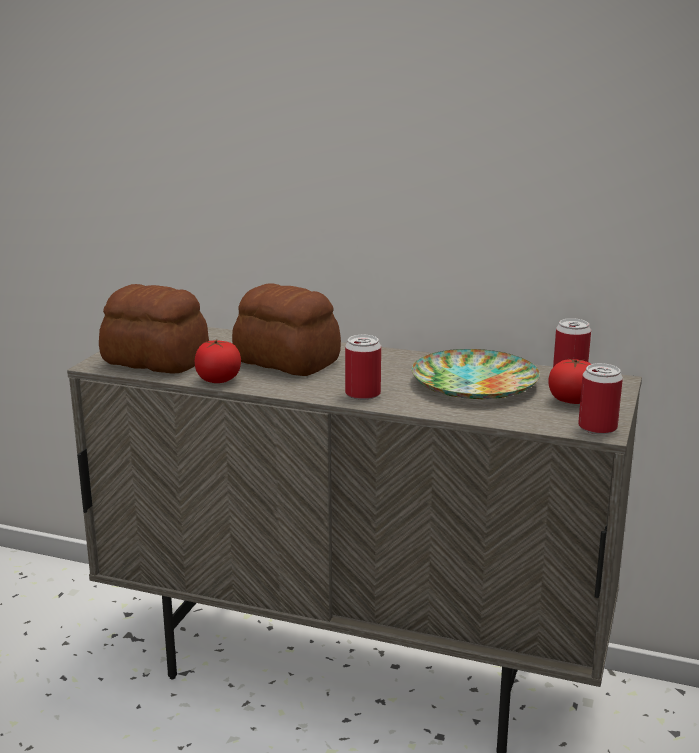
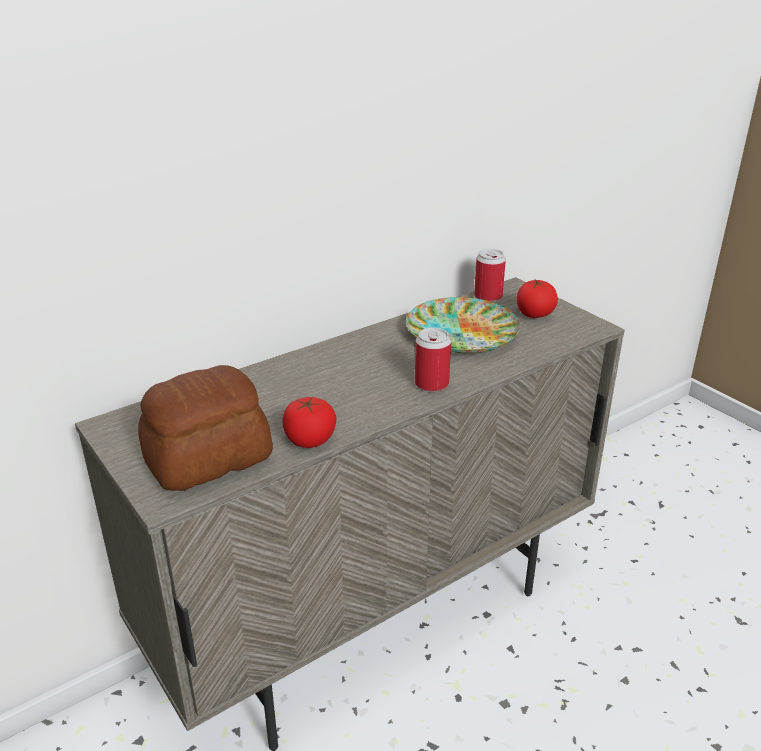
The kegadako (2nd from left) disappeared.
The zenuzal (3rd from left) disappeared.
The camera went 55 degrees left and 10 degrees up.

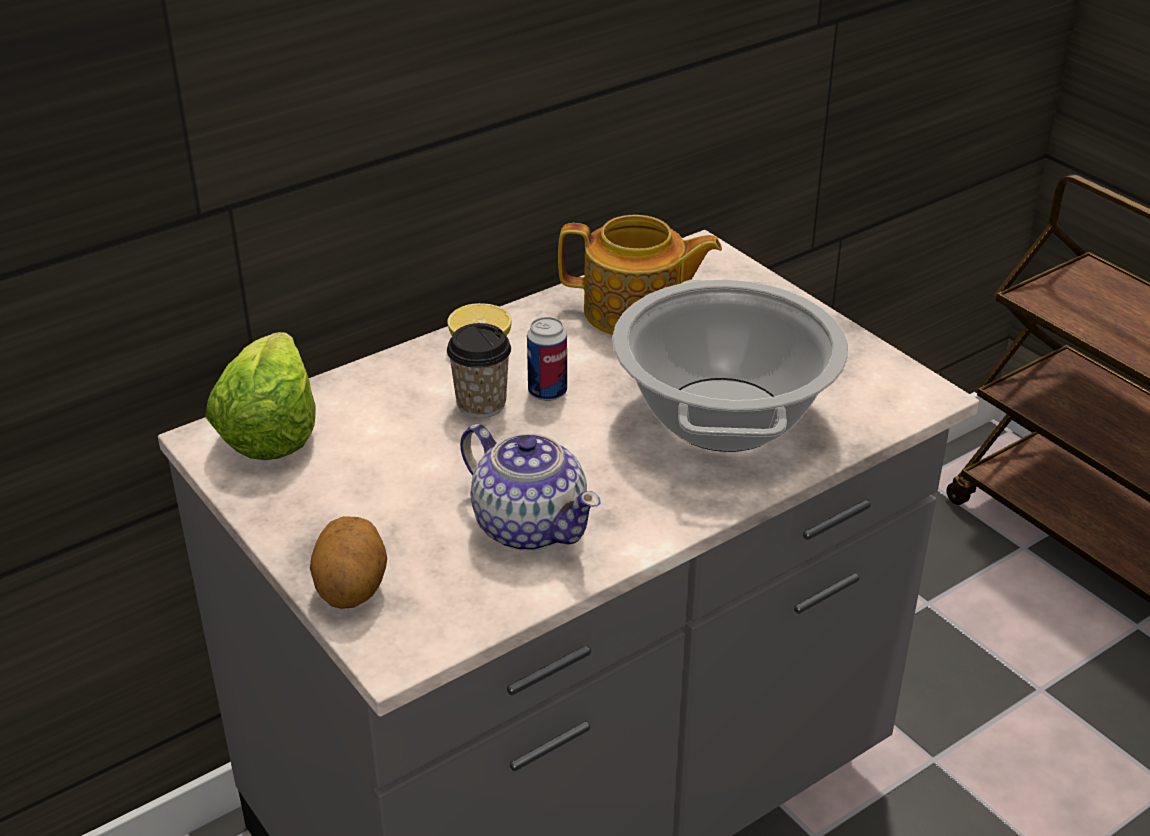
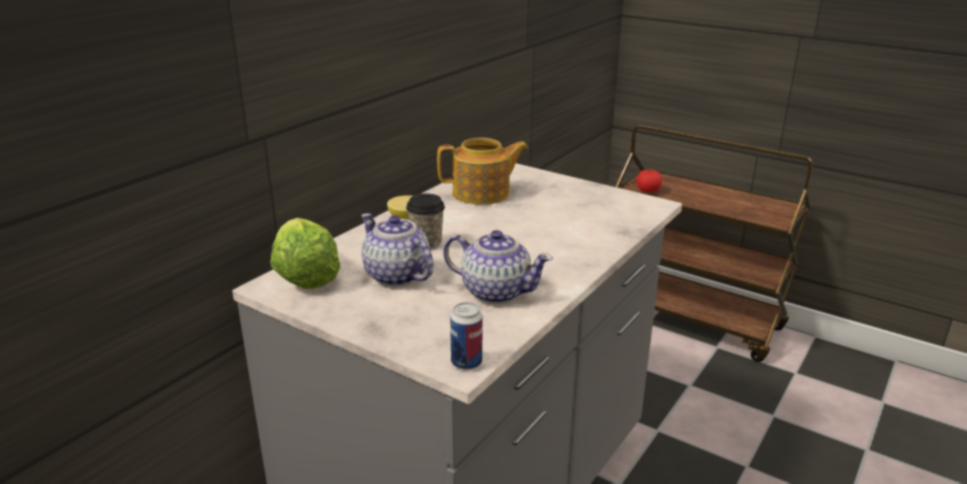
The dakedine (1st from left) appeared.
The zenuzal moved.
The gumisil appeared.
The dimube disappeared.
The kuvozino disappeared.
The camera went 20 degrees left and 10 degrees down.

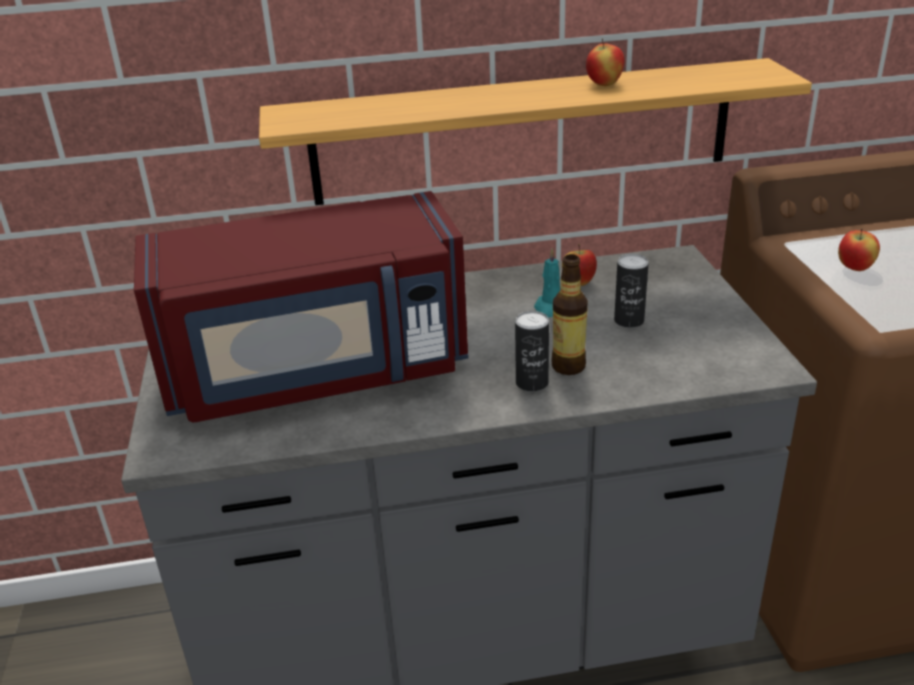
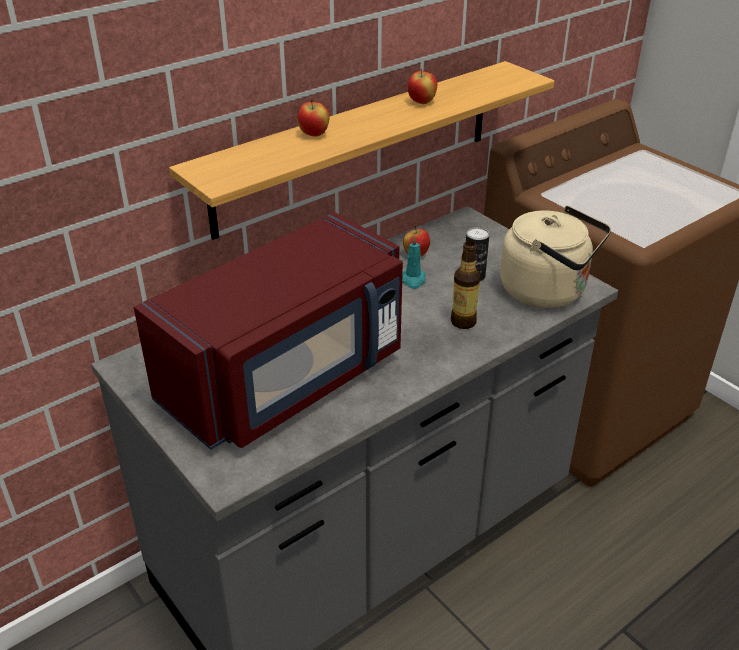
The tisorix (3rd from left in the first image) moved.
The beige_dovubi appeared.
The zenuzal (1st from left) disappeared.
The camera went 30 degrees left and 5 degrees up.

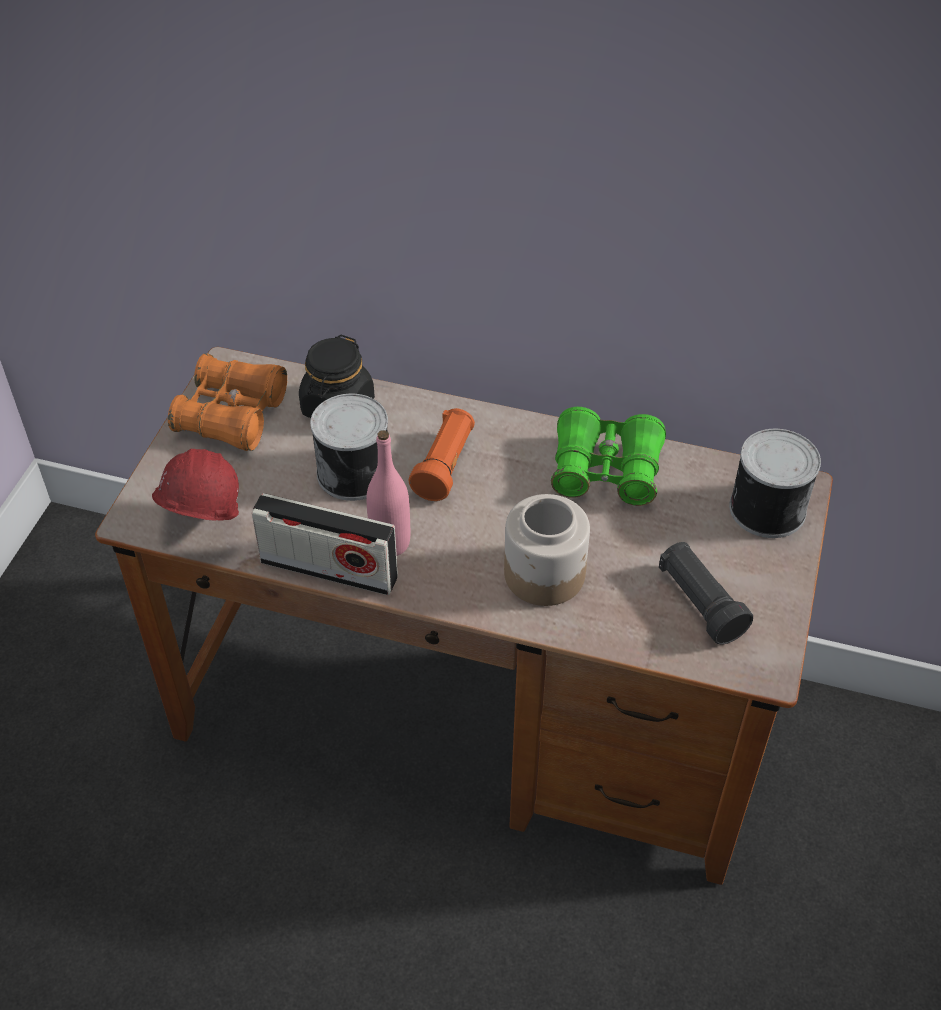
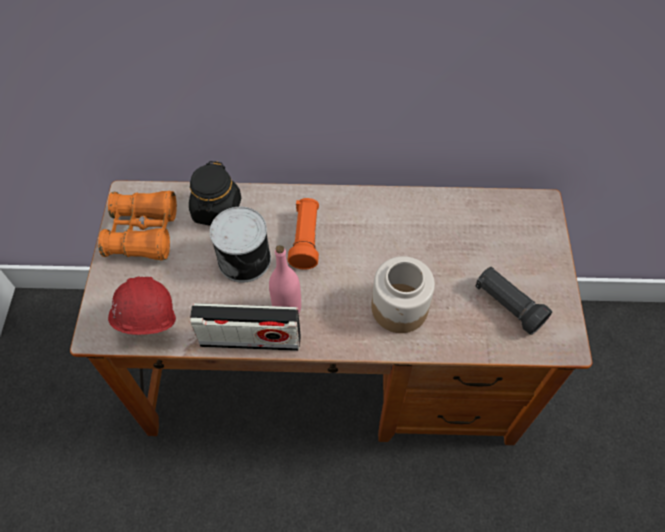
The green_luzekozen disappeared.
The zenuzal (2nd from left) disappeared.
The camera went 15 degrees left and 10 degrees up.

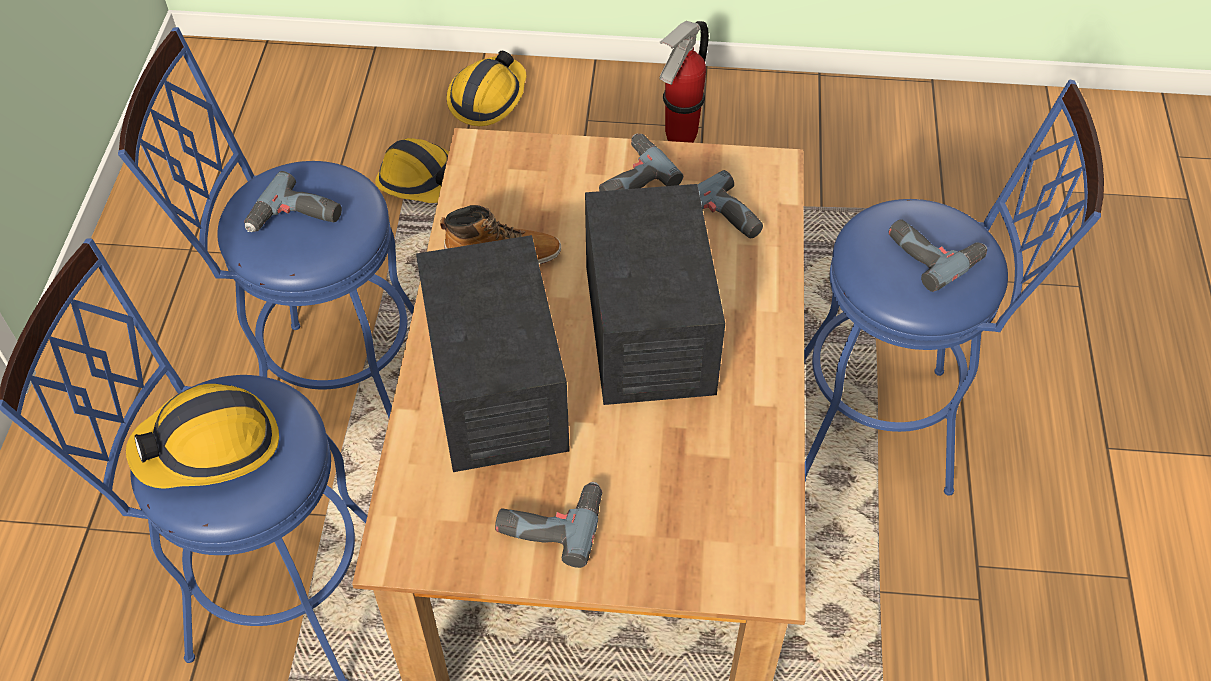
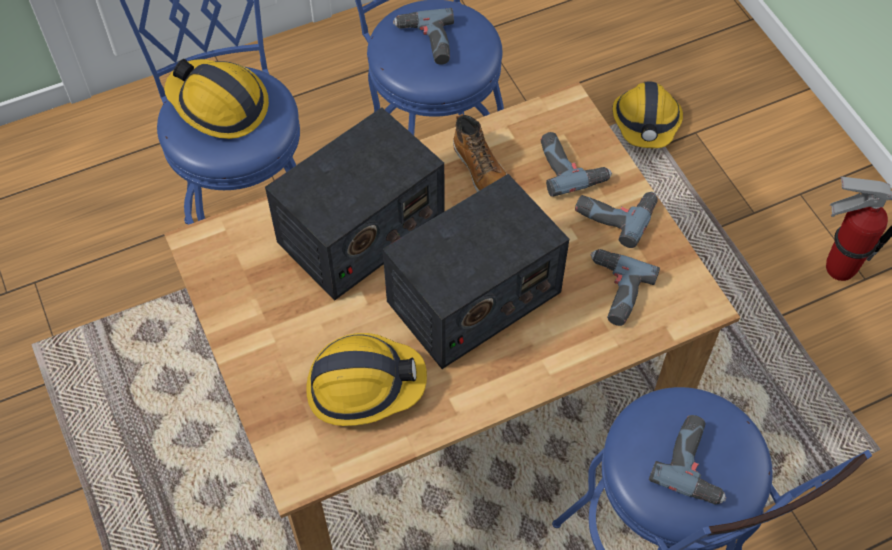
The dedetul (3rd from left in the first image) moved.
The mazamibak (2nd from left) moved.
The camera went 60 degrees right and 5 degrees up.

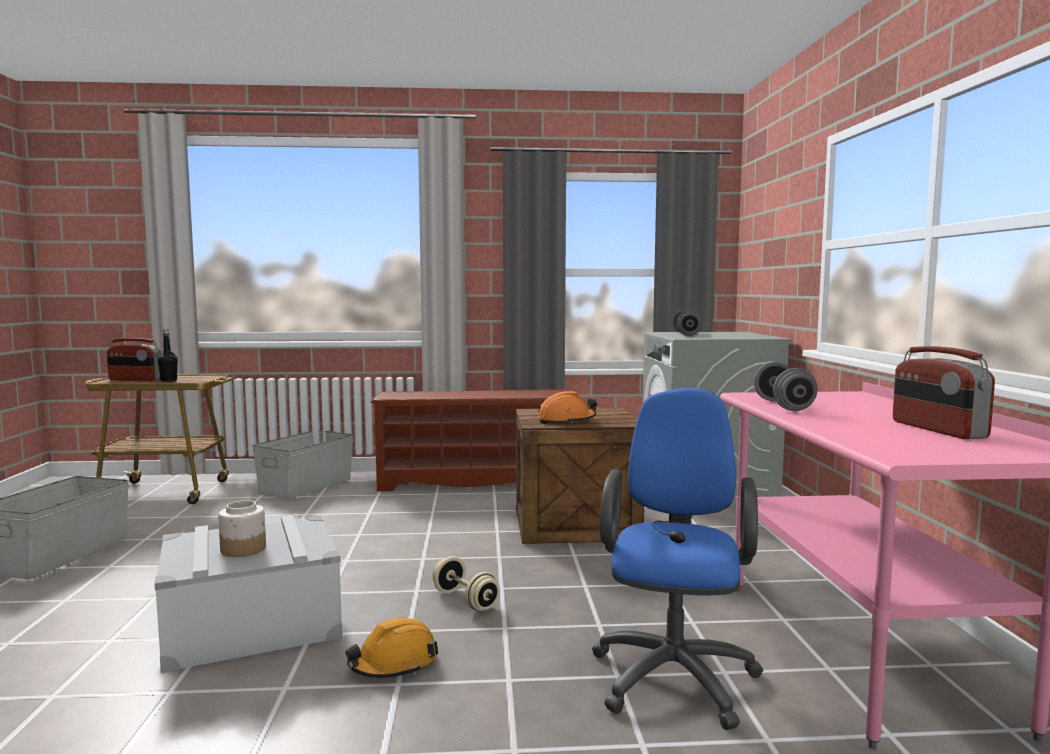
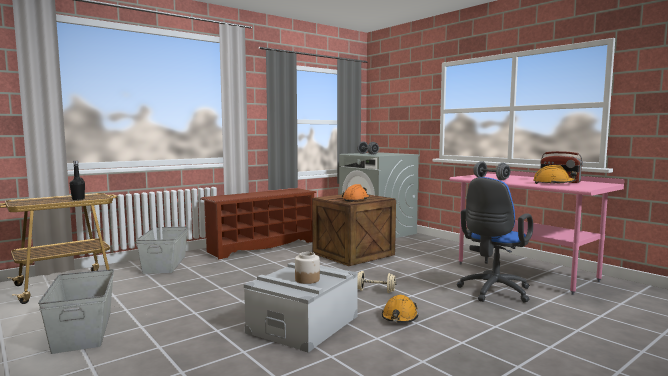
The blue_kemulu turned 120 degrees counterclockwise.
The orange_dedetul (3rd from left) appeared.
The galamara (1st from left) disappeared.
The camera went 35 degrees left and 0 degrees up.

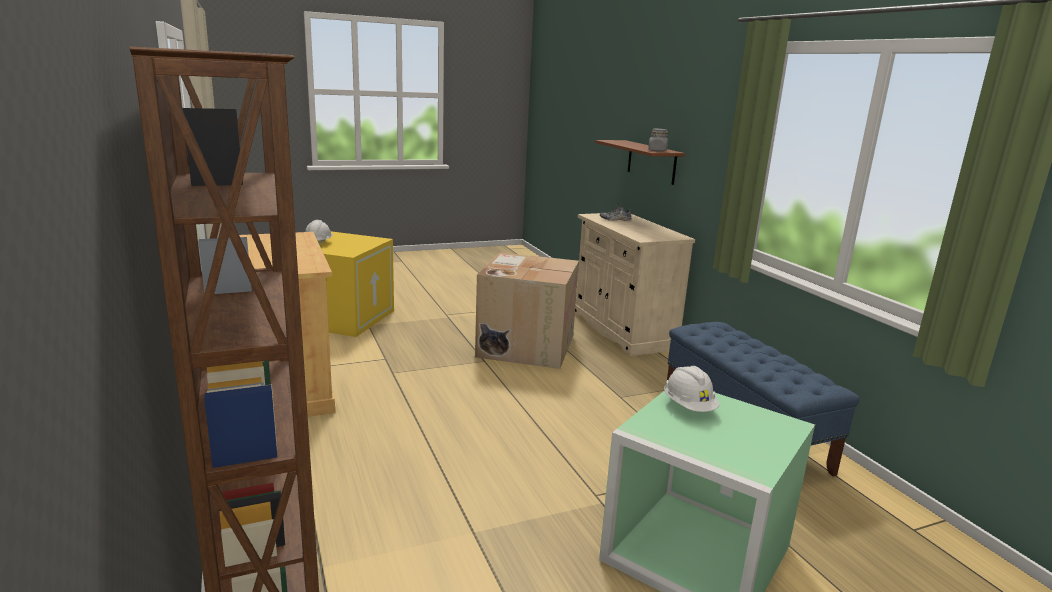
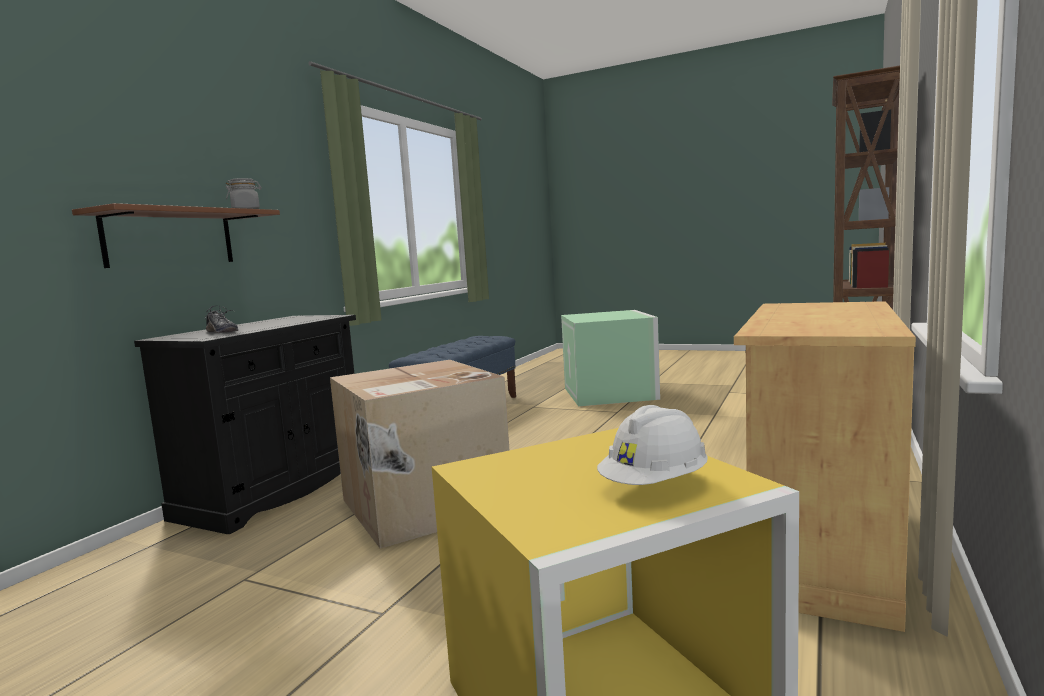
The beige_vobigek (2nd from left) became the black_vobigek.
The white_dedetul (2nd from left) disappeared.
The camera went 130 degrees left and 10 degrees down.

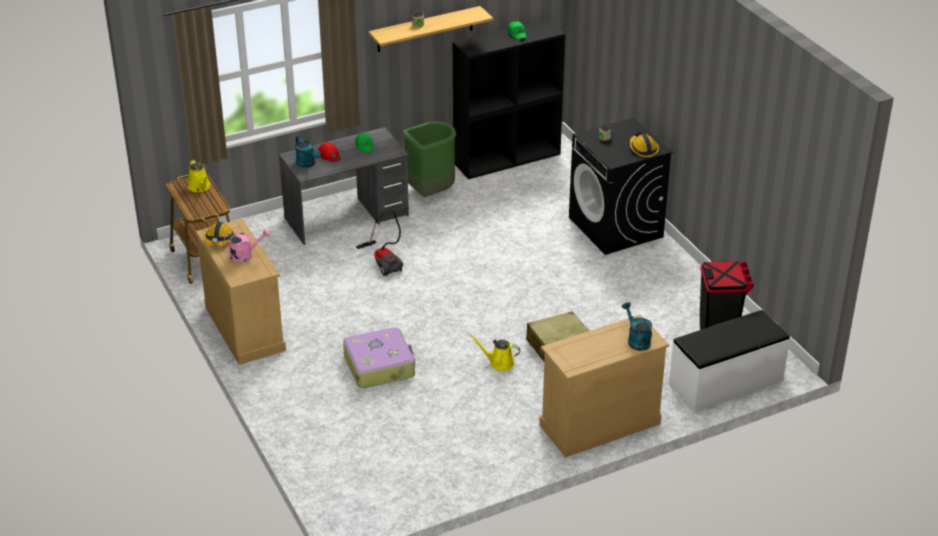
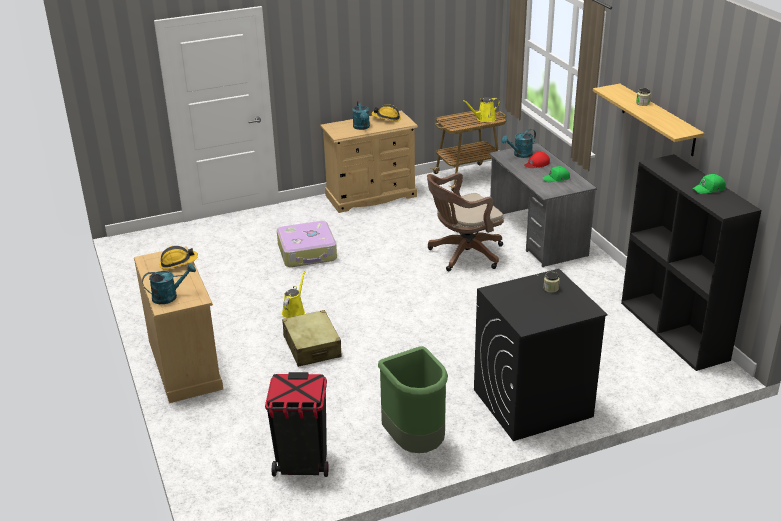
The dedetul (2nd from left in the first image) moved.
The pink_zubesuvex became the turquoise_zubesuvex (2nd from left).
The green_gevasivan moved.
The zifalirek was replaced by the brown_kemulu.
The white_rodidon disappeared.
The camera went 95 degrees right and 5 degrees down.

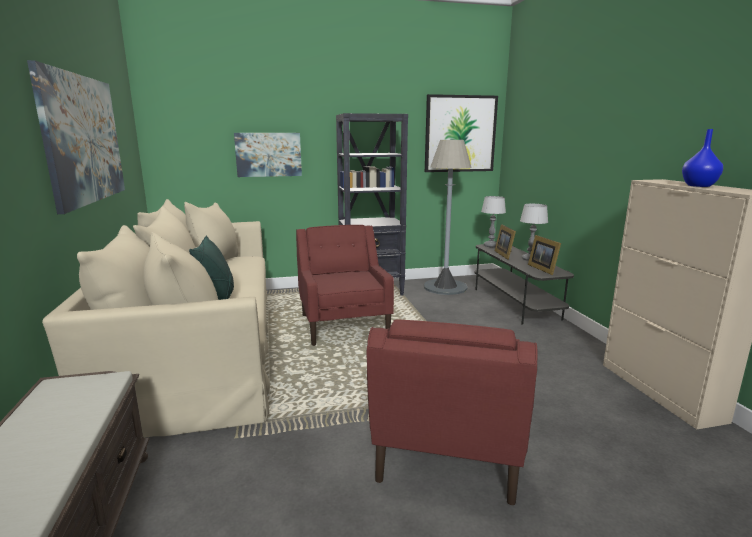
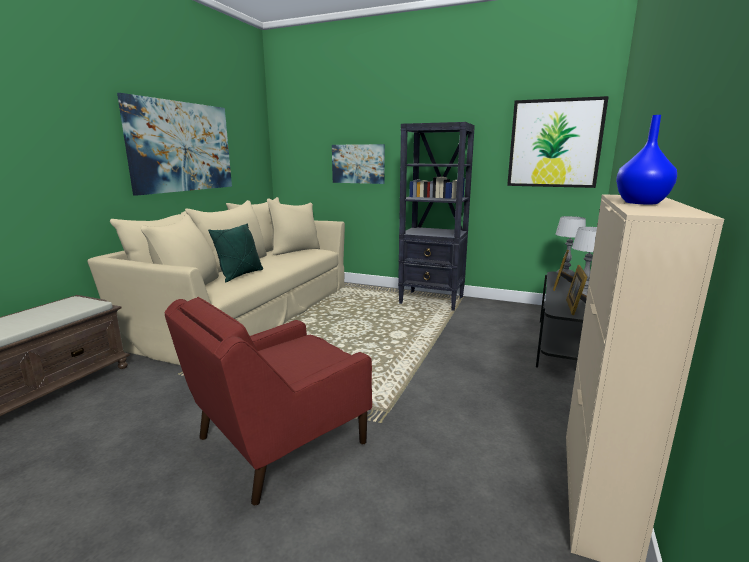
The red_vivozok (1st from left) disappeared.
The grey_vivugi disappeared.
The camera went 35 degrees right and 0 degrees up.

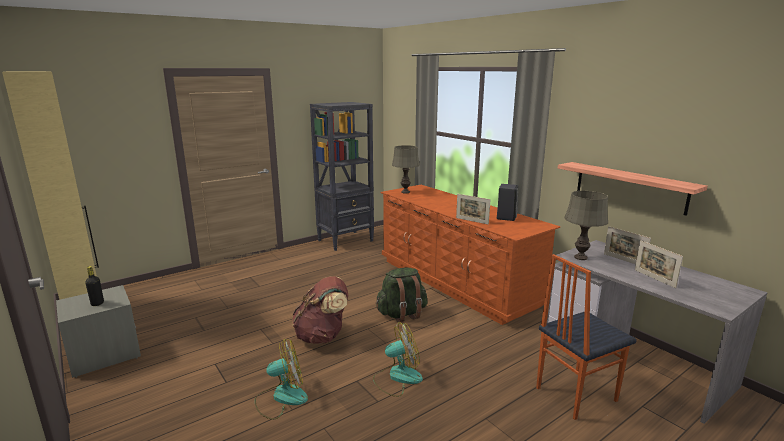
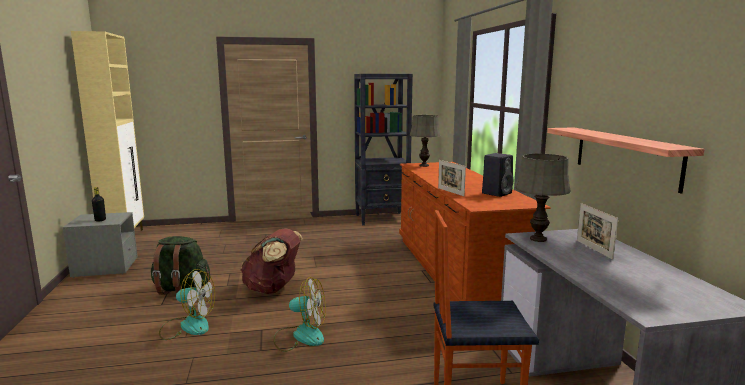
The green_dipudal moved.
The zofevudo (3rd from left) disappeared.
The camera went 25 degrees right and 5 degrees down.

